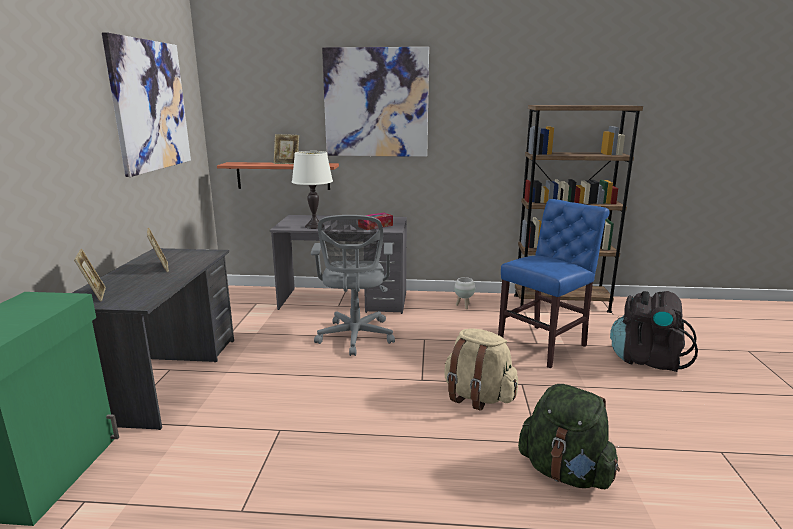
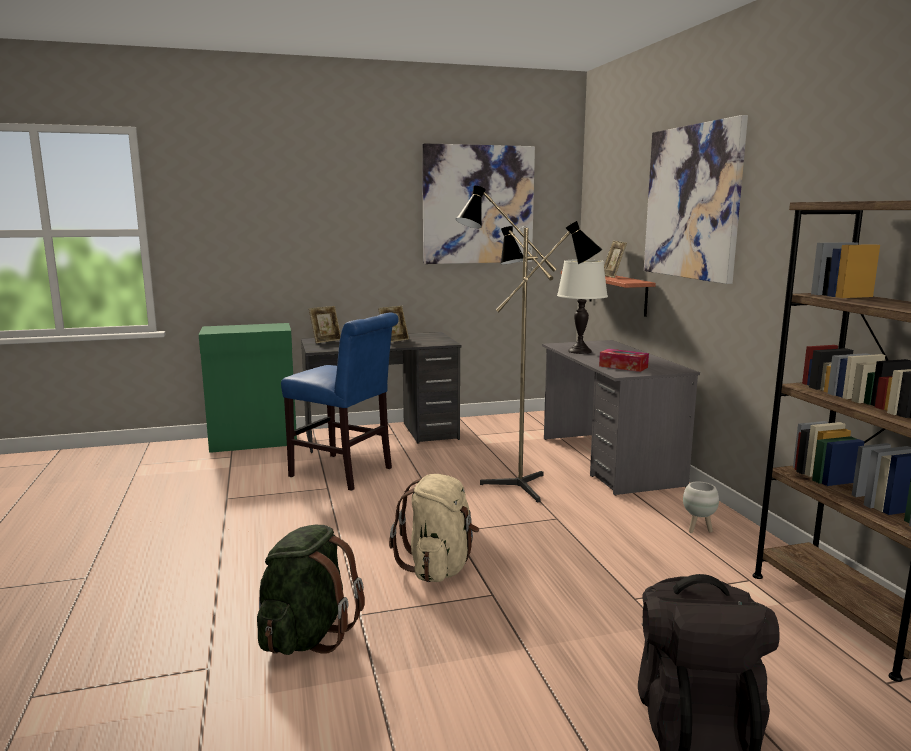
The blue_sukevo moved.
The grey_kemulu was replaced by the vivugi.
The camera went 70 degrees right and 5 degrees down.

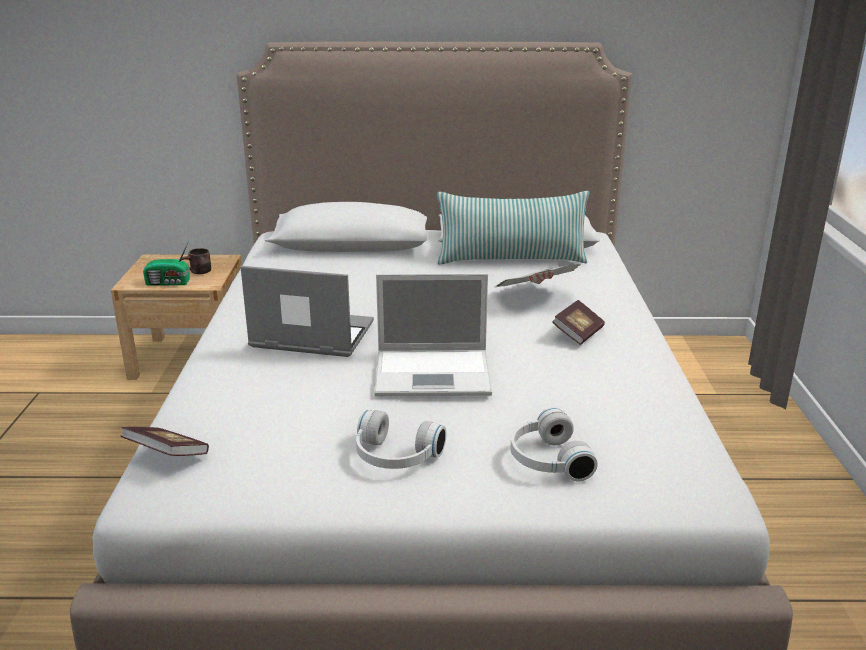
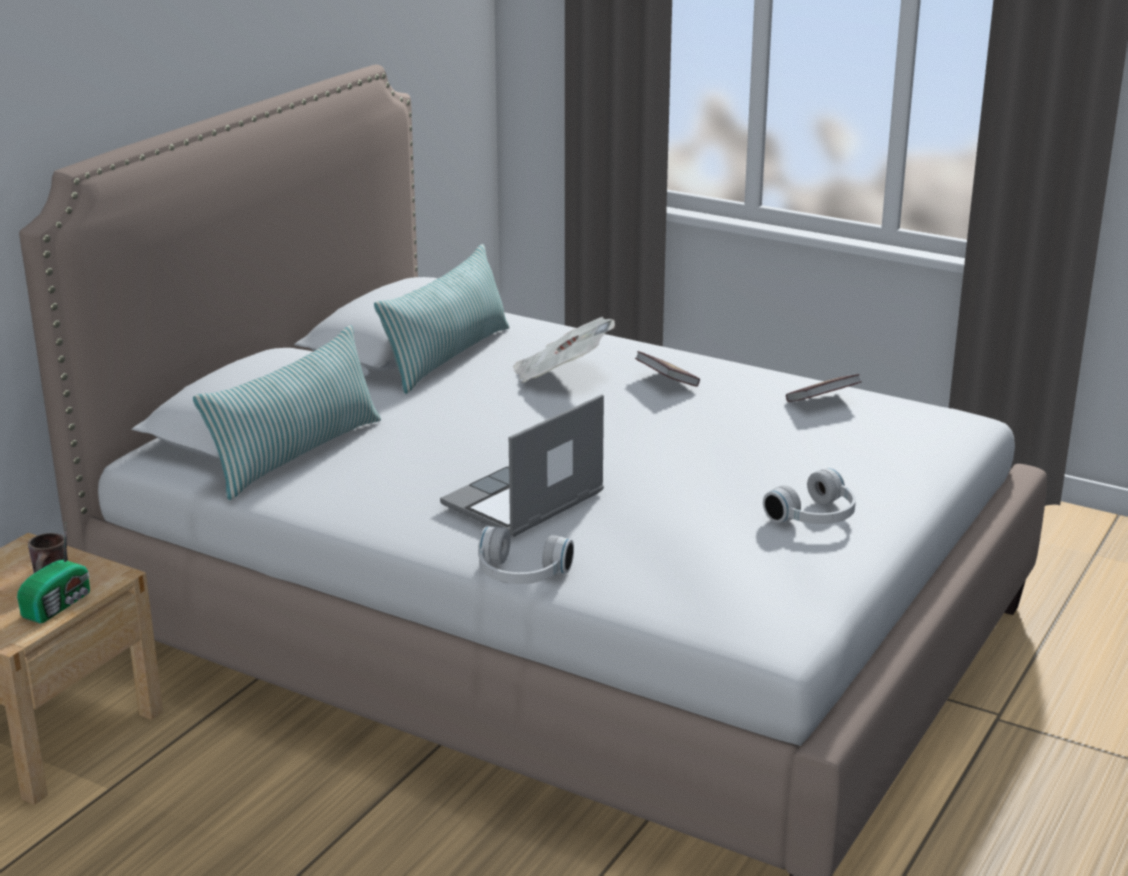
The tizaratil (1st from left) appeared.
The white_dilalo (2nd from left in the first image) moved.
The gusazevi (1st from left in the first image) moved.
The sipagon (2nd from left) disappeared.
The camera went 60 degrees left and 0 degrees up.

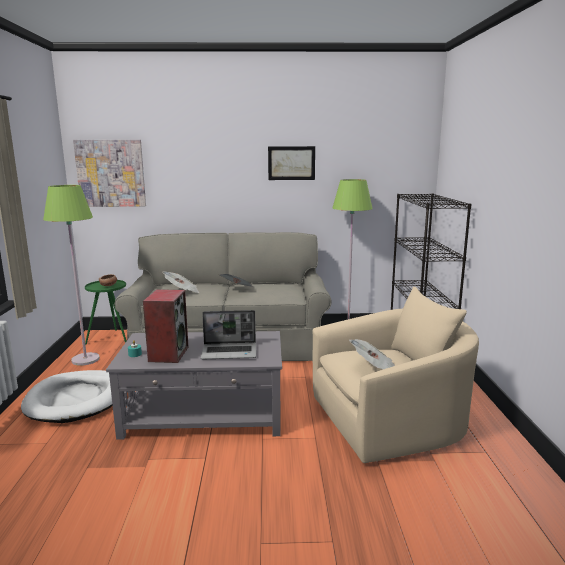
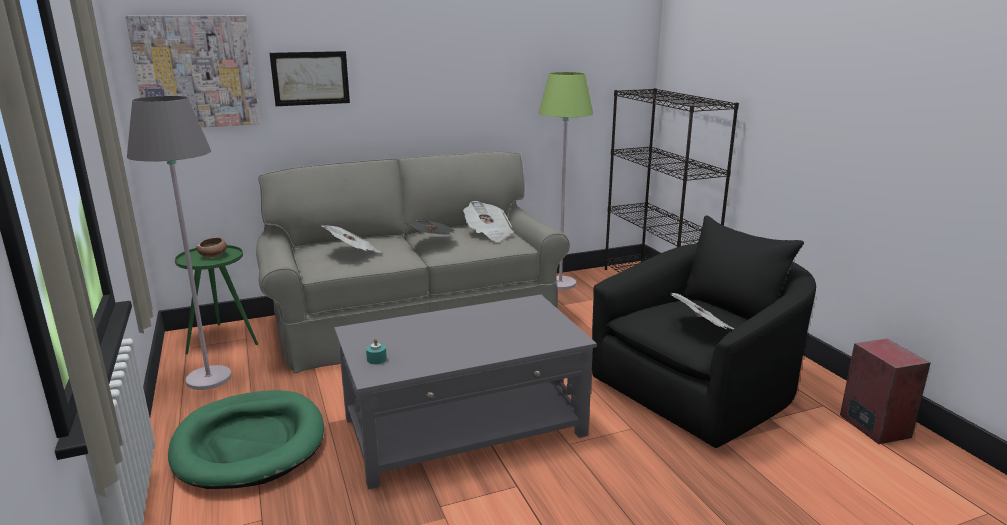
The green_vivugi (1st from left) became the grey_vivugi.
The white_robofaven became the green_robofaven.
The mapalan (2nd from left) moved.
The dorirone (3rd from left) appeared.
The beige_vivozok became the black_vivozok.
The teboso moved.
The sipagon disappeared.
The camera went 20 degrees left and 5 degrees up.

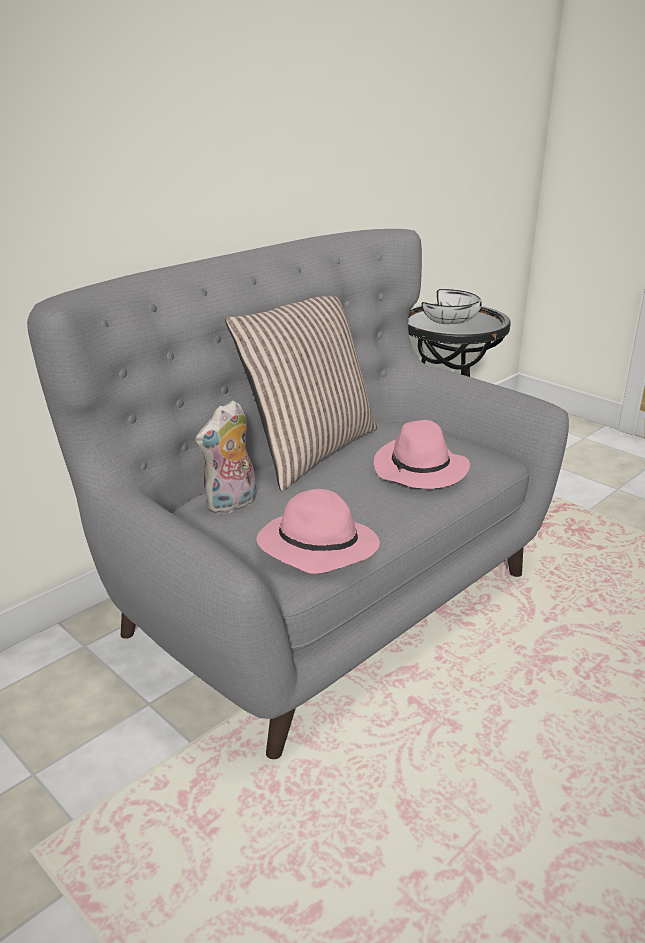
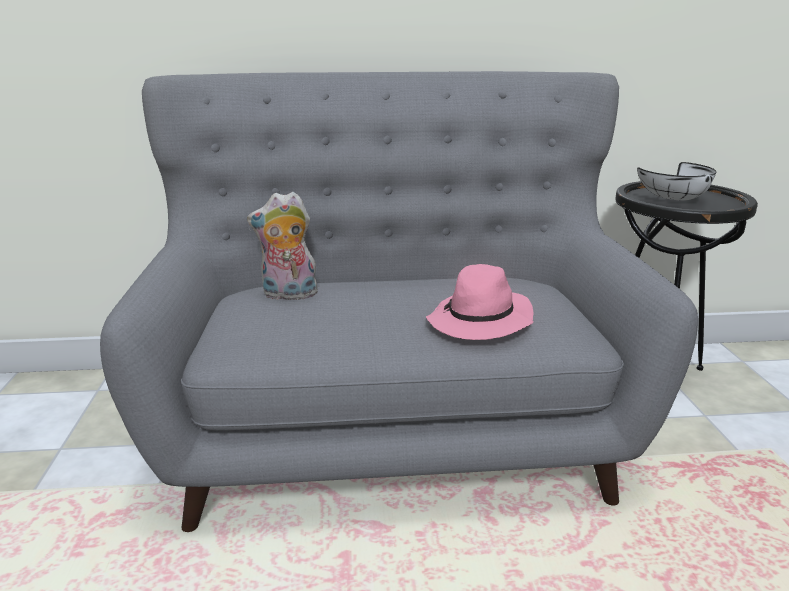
The tizaratil disappeared.
The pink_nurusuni (1st from left) disappeared.
The camera went 40 degrees right and 5 degrees down.

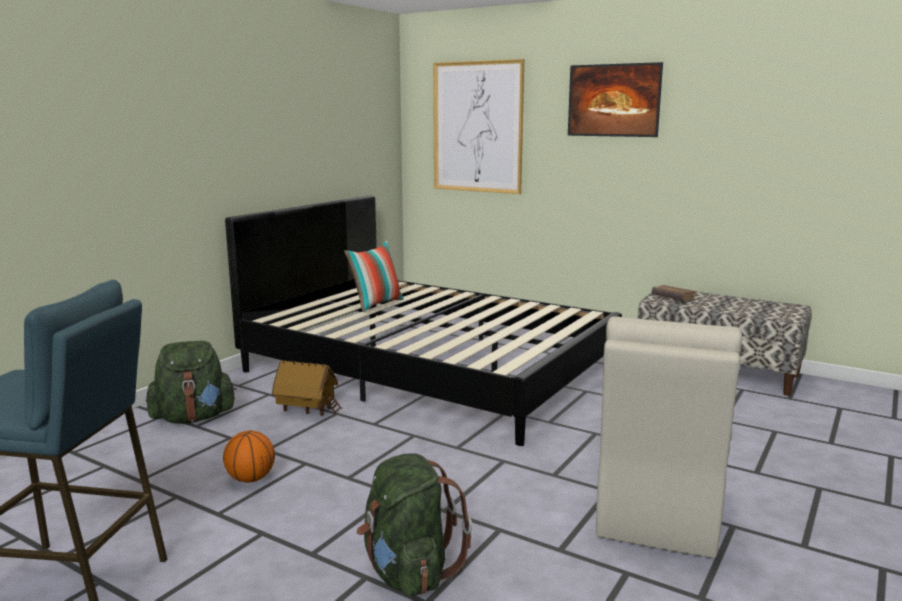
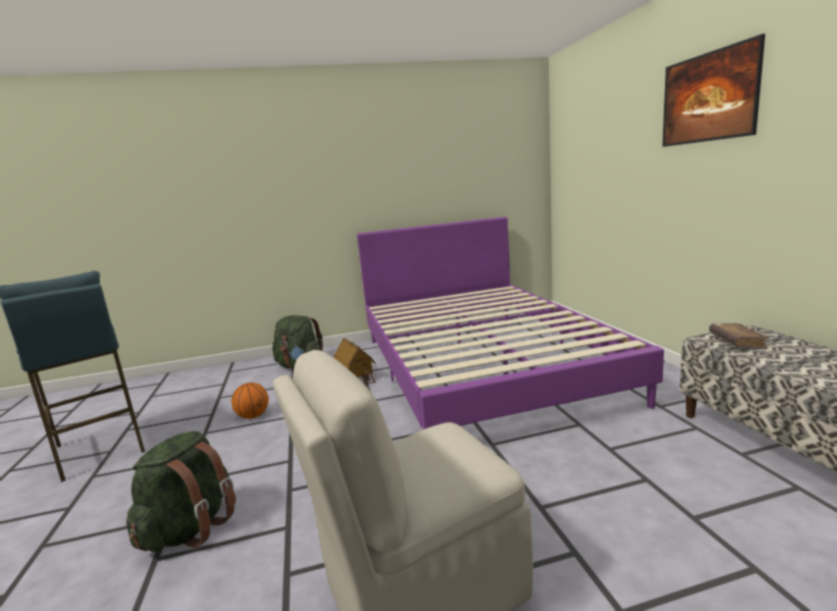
The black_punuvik became the purple_punuvik.
The tizaratil disappeared.
The mapalan (1st from left) disappeared.
The camera went 45 degrees right and 0 degrees up.

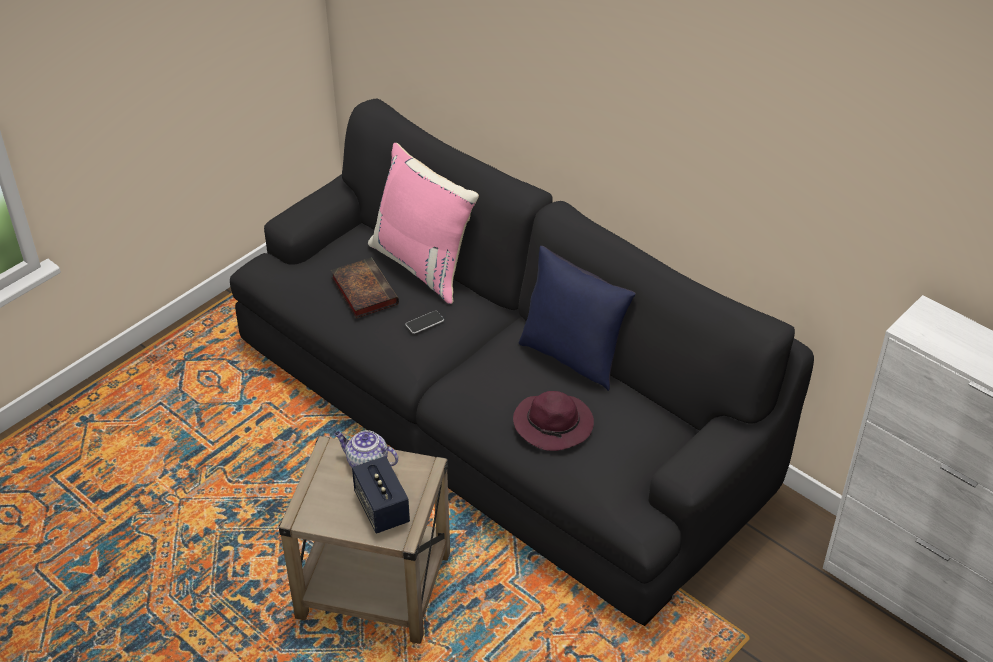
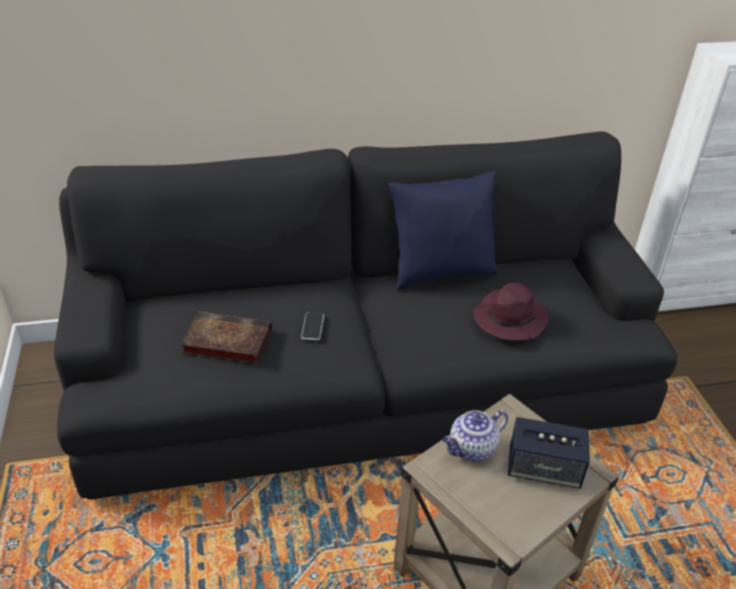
The pink_tizaratil disappeared.
The camera went 55 degrees left and 5 degrees down.

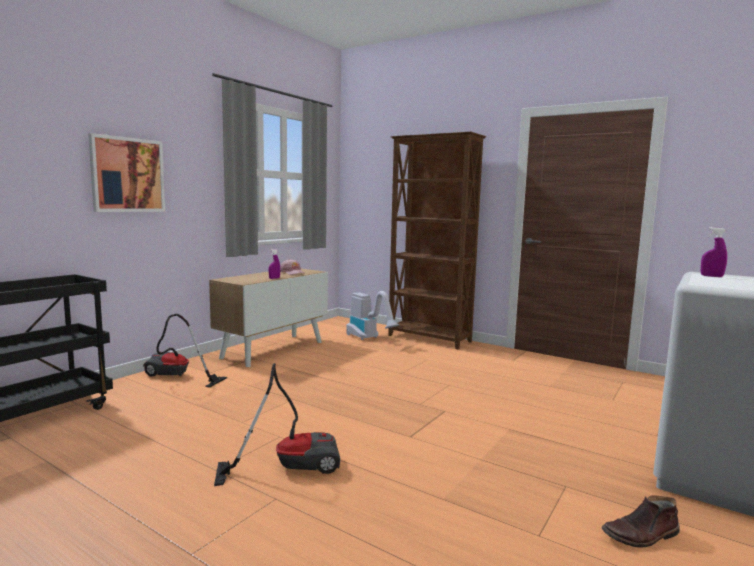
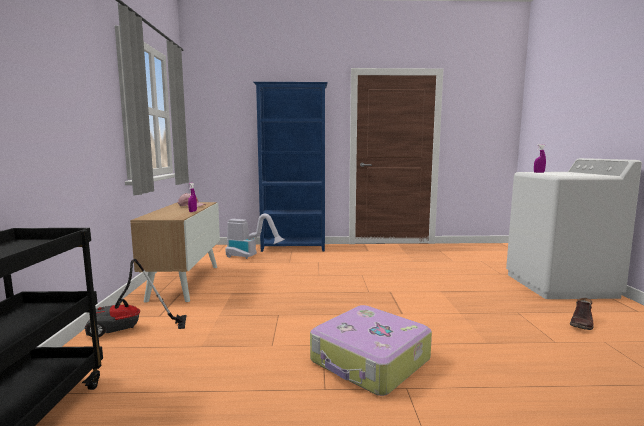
The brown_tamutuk became the blue_tamutuk.
The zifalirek (2nd from left) was replaced by the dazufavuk.
The mapalan disappeared.
The camera went 35 degrees left and 0 degrees up.

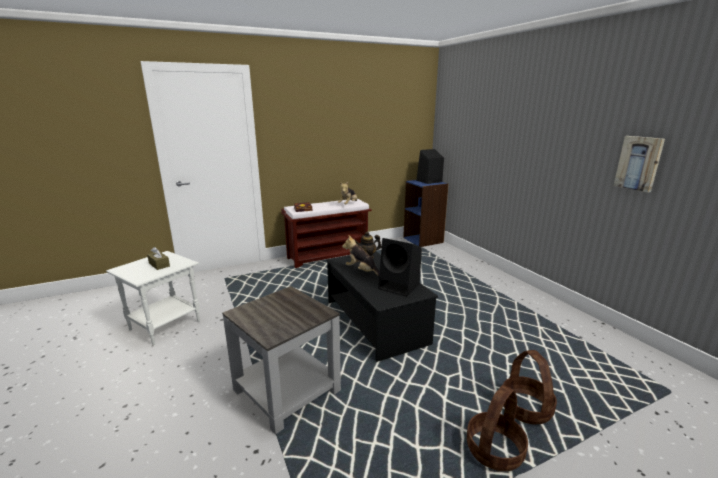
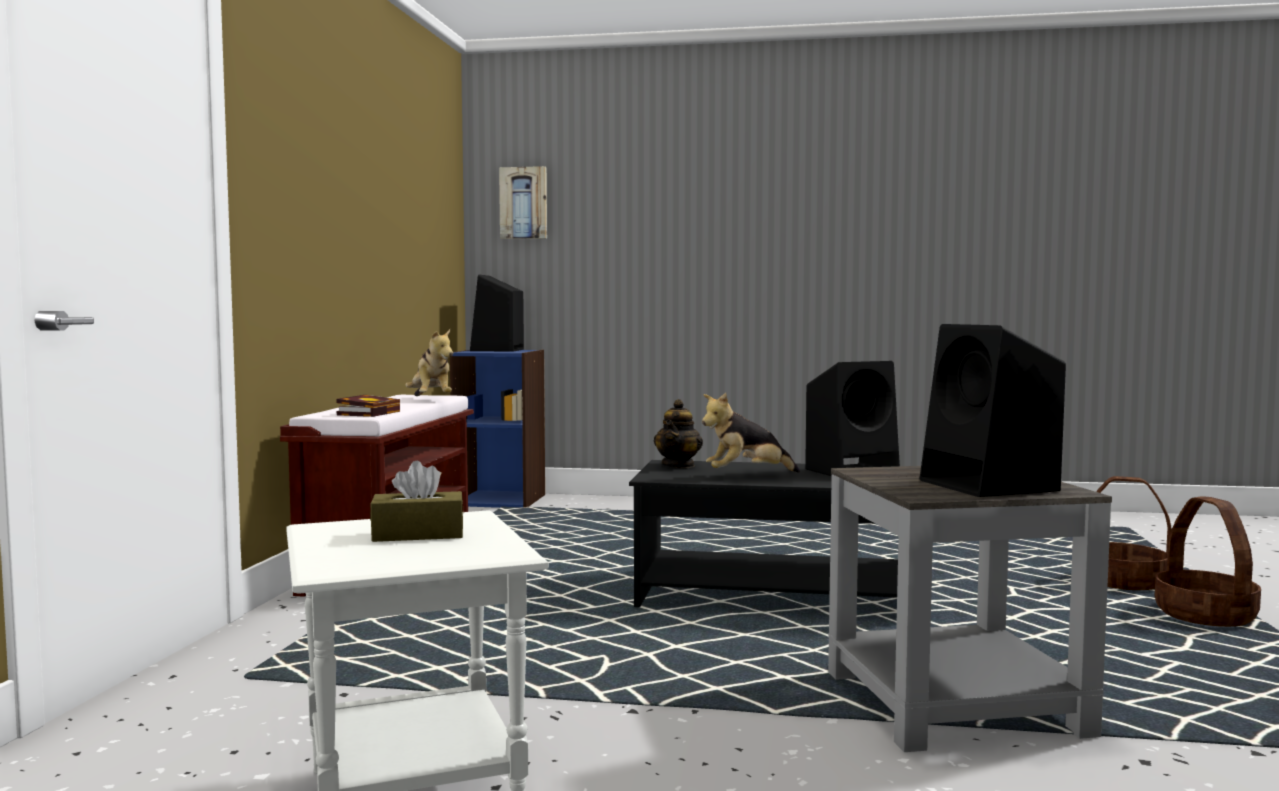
The mapalan moved.
The black_teboso (3rd from left) appeared.
The camera went 55 degrees left and 15 degrees down.

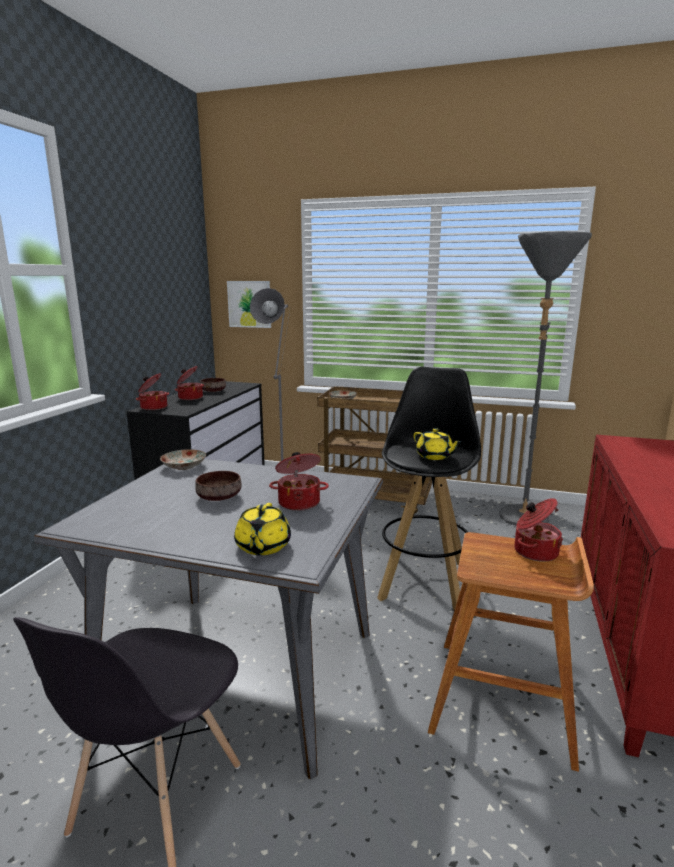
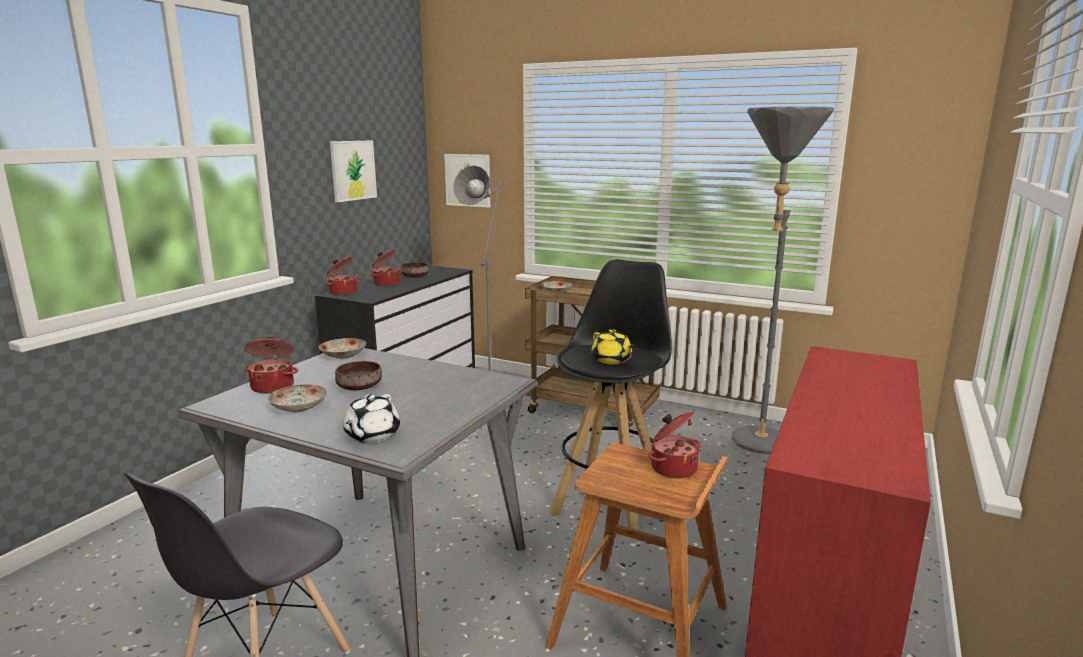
The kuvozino (3rd from left in the first image) moved.
The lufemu (1st from left) appeared.
The mapalan (1st from left) appeared.
The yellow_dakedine (1st from left) became the white_dakedine.
The camera went 10 degrees right and 0 degrees up.

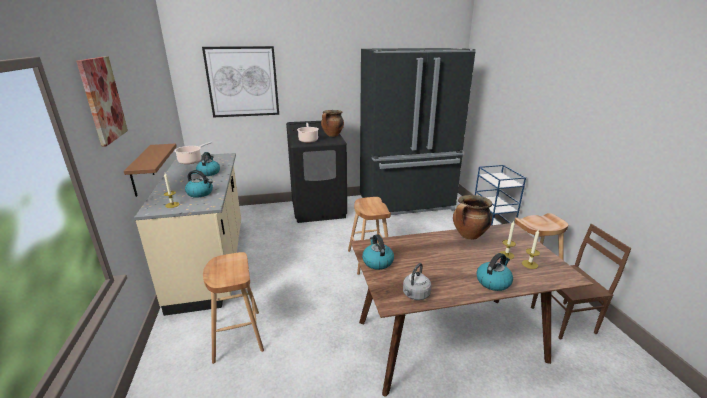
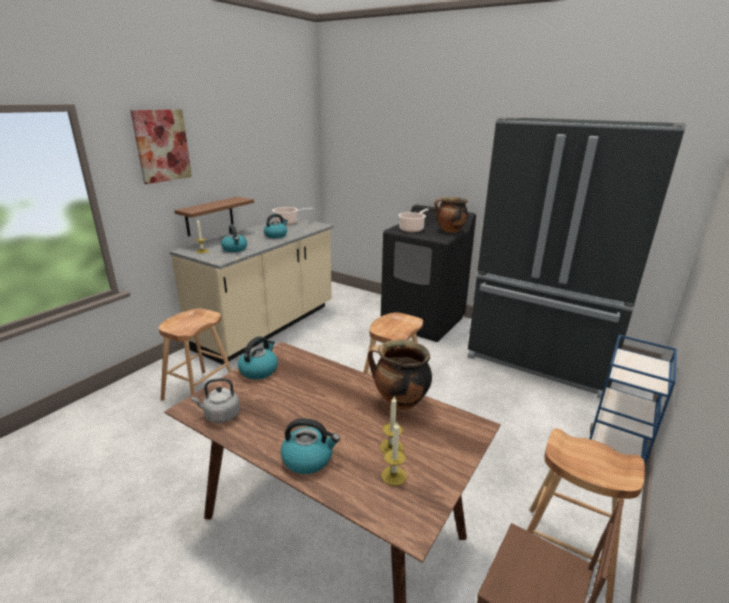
The mapalan (2nd from left) disappeared.
The camera went 45 degrees right and 0 degrees up.

